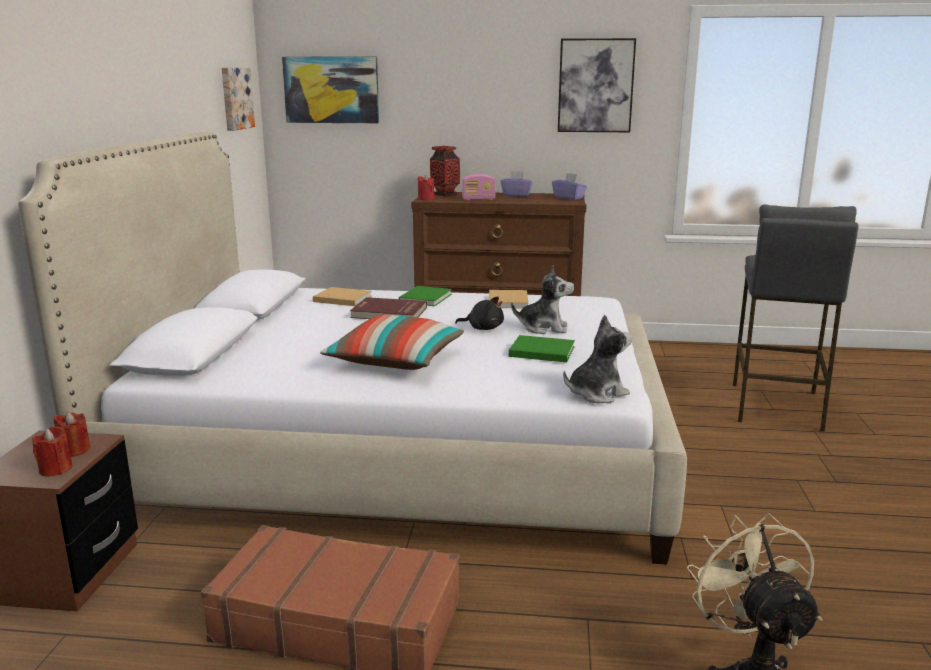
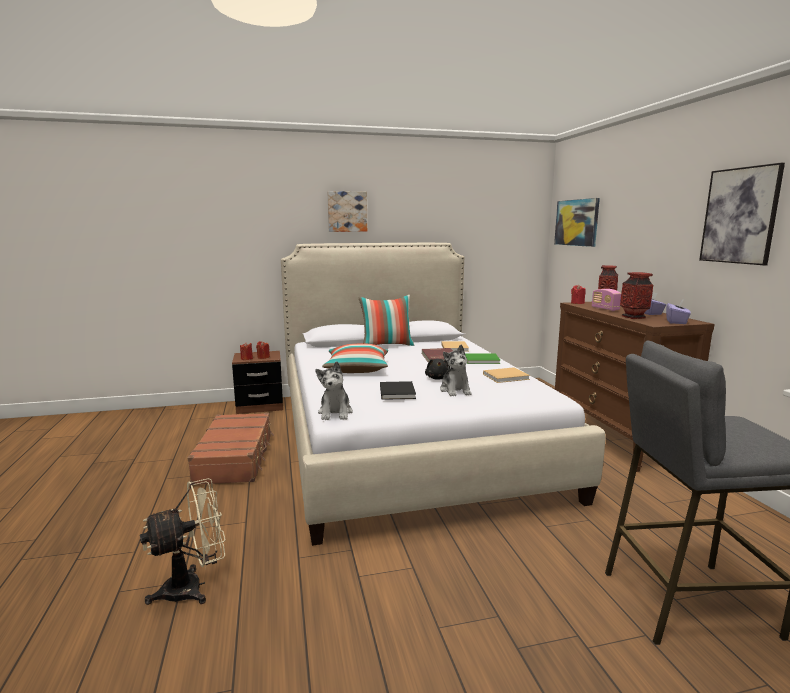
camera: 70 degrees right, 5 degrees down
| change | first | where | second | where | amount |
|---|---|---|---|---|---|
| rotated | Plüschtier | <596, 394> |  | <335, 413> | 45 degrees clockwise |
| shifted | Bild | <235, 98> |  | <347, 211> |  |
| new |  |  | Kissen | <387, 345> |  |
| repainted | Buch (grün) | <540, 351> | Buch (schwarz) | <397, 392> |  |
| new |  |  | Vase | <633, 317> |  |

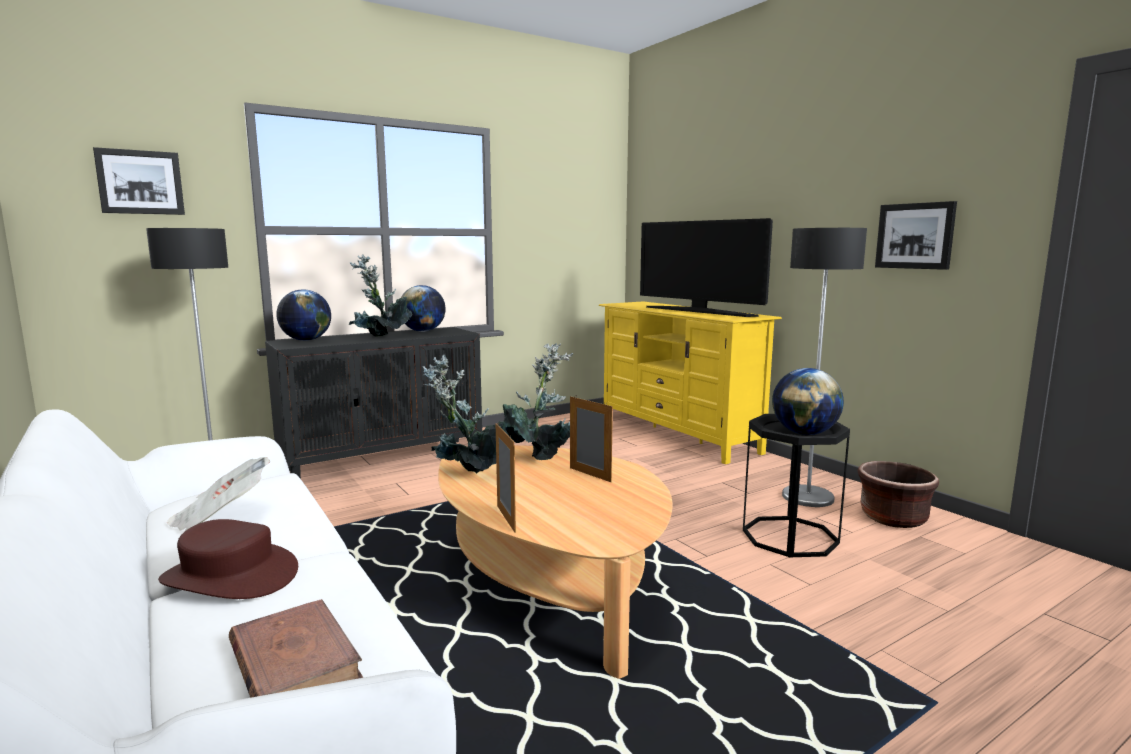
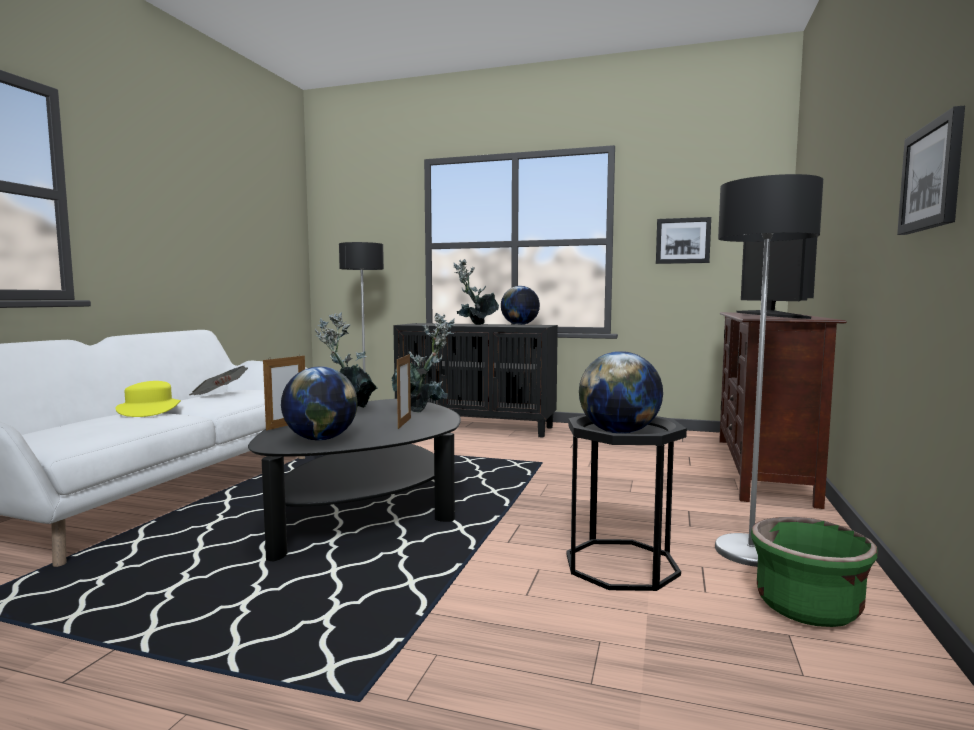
camera: 50 degrees right, 5 degrees down
| change | first | where | second | where | amount |
|---|---|---|---|---|---|
| repainted | Hut (braun) | <229, 576> | Hut (gelb) | <149, 410> |  |
| repainted | Couchtisch (beige) | <551, 587> | Couchtisch (schwarz) | <368, 511> |  |
| shifted | Globus | <306, 340> |  | <320, 439> |  |
| shifted | Bild | <140, 182> |  | <683, 241> |  |
| repainted | Fernsehschrank (gelb) | <678, 435> | Fernsehschrank (braun) | <763, 469> |  |
| repainted | Pflanzkübel (braun) | <893, 518> | Pflanzkübel (grün) | <808, 608> |  |
| gone | Buch (braun) | <294, 661> |  |  |  |

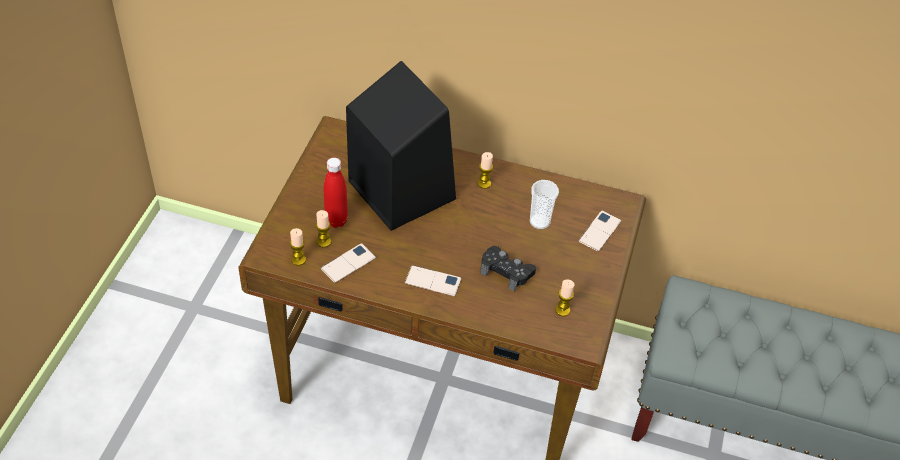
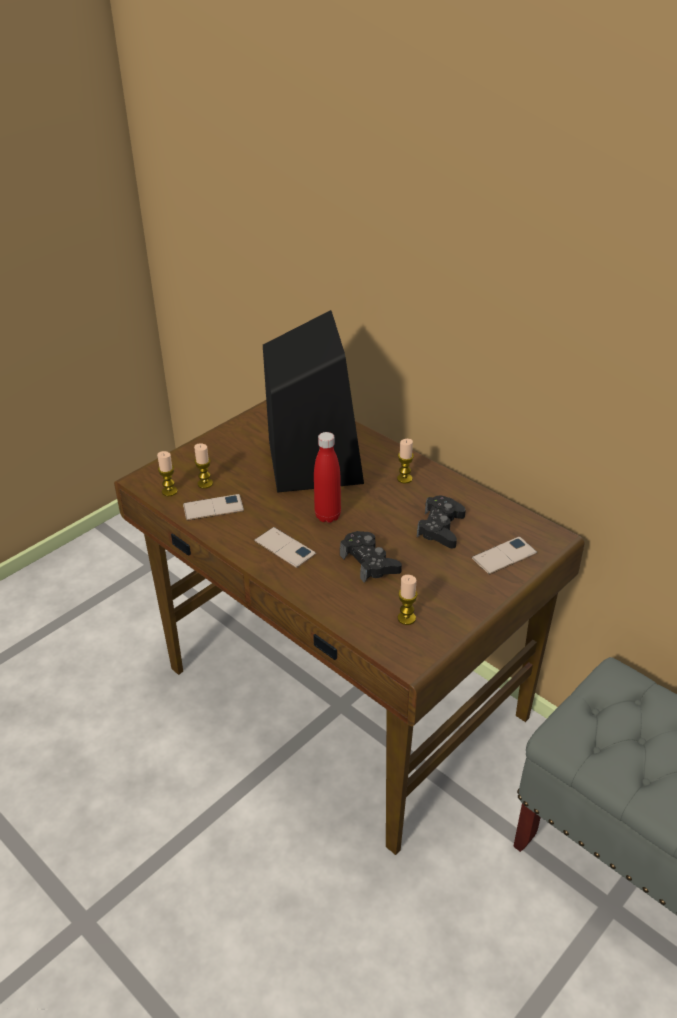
camera: 30 degrees right, 10 degrees down
| change | first | where | second | where | amount |
|---|---|---|---|---|---|
| shifted | Flasche (rot) | <336, 221> |  | <327, 516> |  |
| swapped | Tasse | <539, 222> | Gamepad (schwarz) | <440, 528> |  |

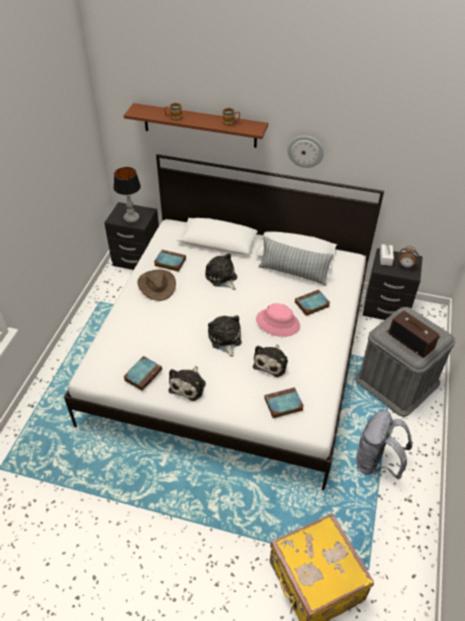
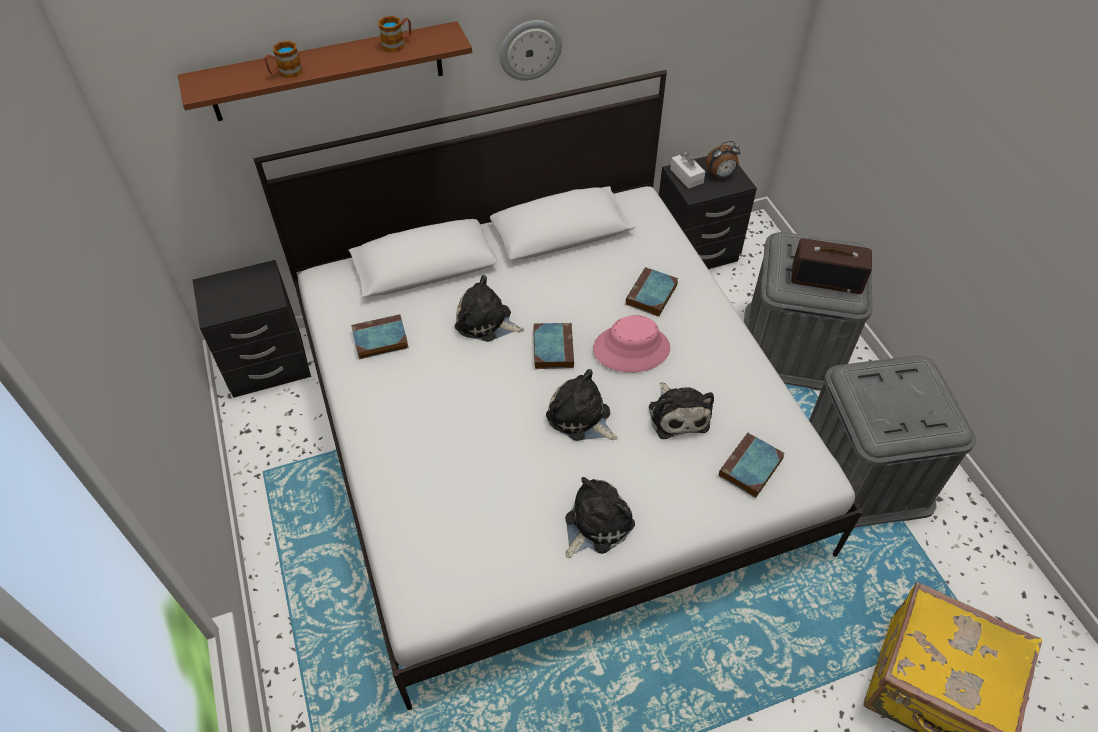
camera: 35 degrees left, 5 degrees up
| change | first | where | second | where | amount |
|---|---|---|---|---|---|
| shifted | Buch | <143, 374> |  | <552, 348> |  |
| rotated | Plüschtier | <189, 385> |  | <595, 524> | 120 degrees counterclockwise |
| swapped | Rucksack (grau) | <376, 462> | Aufbewahrungsbox (grau) | <862, 474> |  |
| gone | Tischlampe | <132, 218> |  |  |  |
| gone | Hut (braun) | <157, 285> |  |  |  |
| gone | Kissen | <293, 273> |  |  |  |

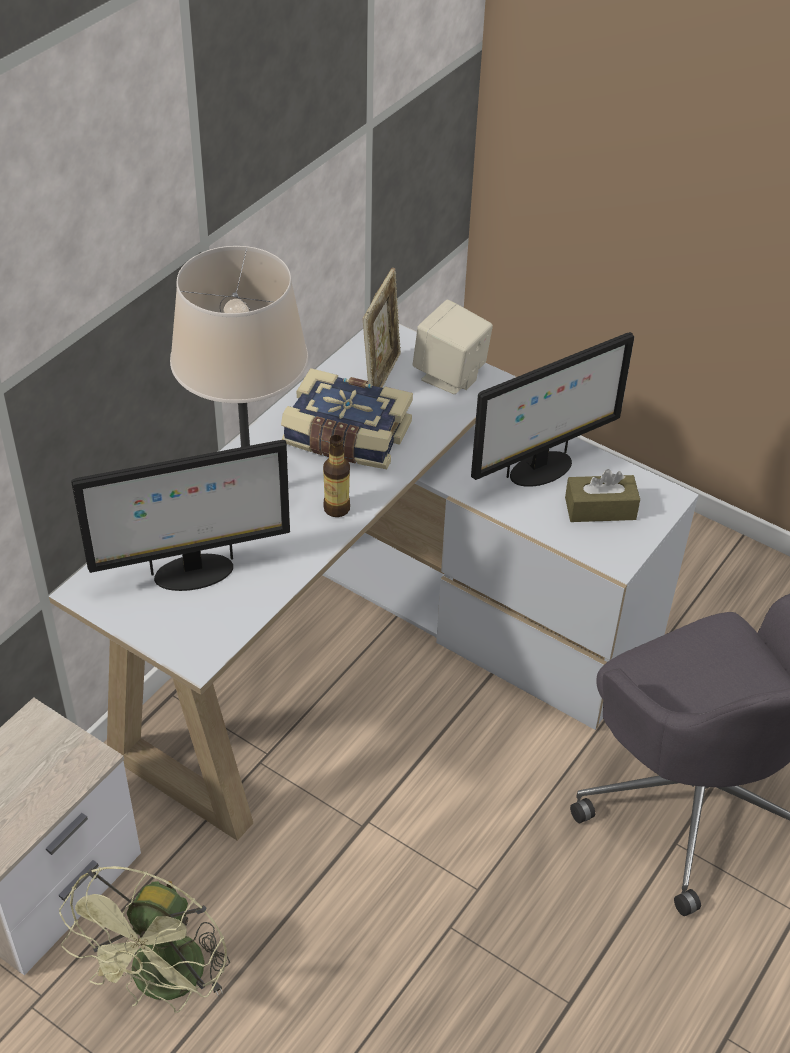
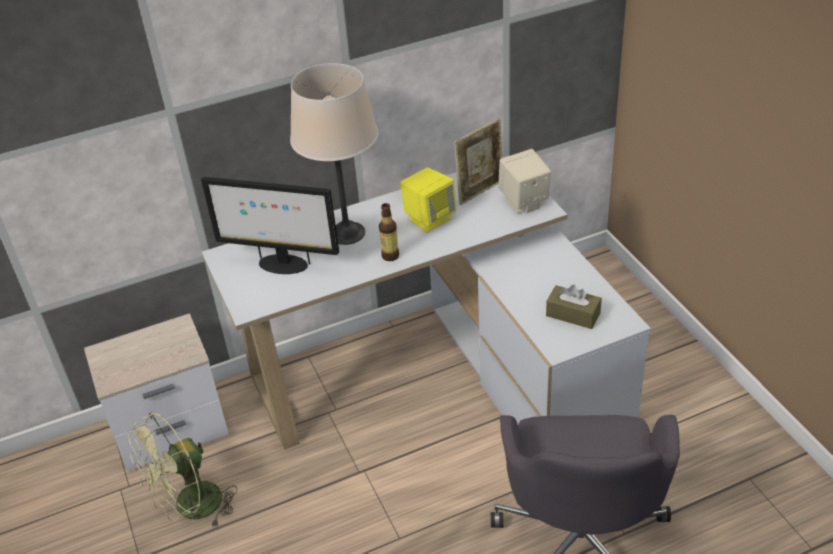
camera: 35 degrees right, 5 degrees down
| change | first | where | second | where | amount |
|---|---|---|---|---|---|
| swapped | Buch | <346, 438> | Lautsprecher (gelb) | <429, 218> |  |
| gone | Monitor | <540, 470> |  |  |  |

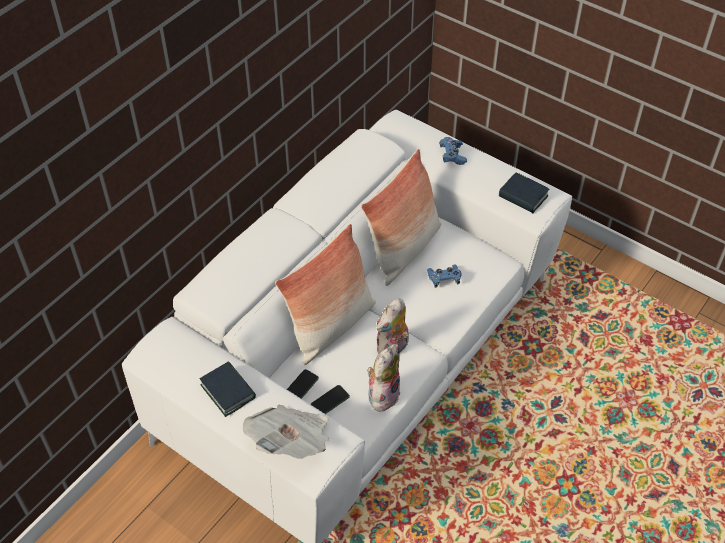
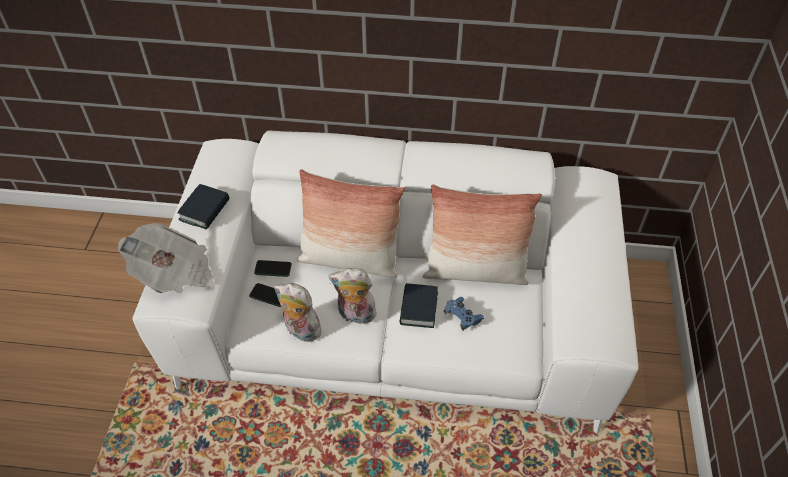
camera: 60 degrees right, 0 degrees up
| change | first | where | second | where | amount |
|---|---|---|---|---|---|
| rotated | Plüschtier | <382, 394> |  | <300, 331> | 150 degrees counterclockwise |
| shifted | Buch | <523, 196> |  | <418, 308> |  |
| gone | Gamepad (blau) | <452, 155> |  |  |  |

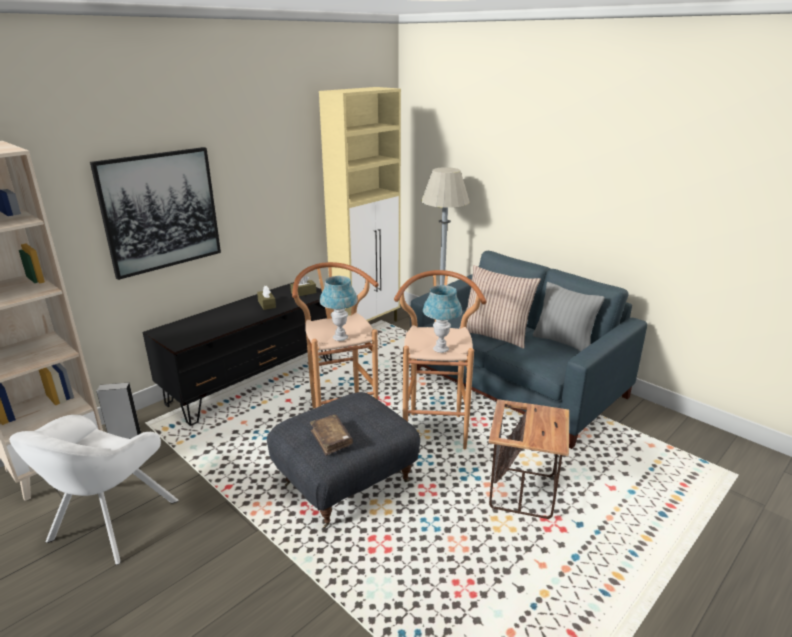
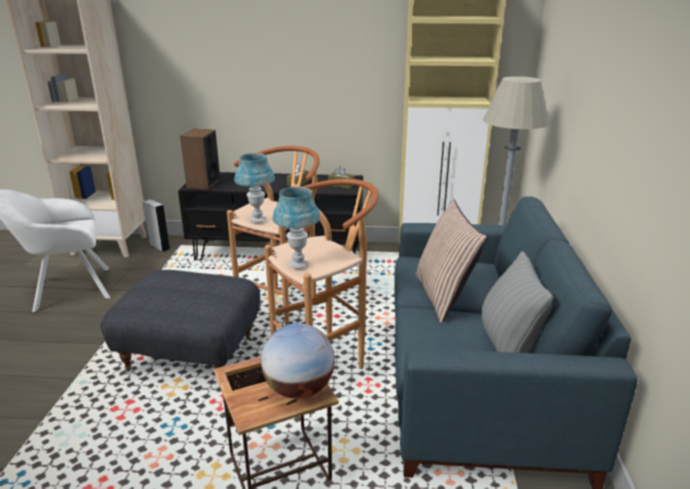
camera: 50 degrees right, 0 degrees up
| change | first | where | second | where | amount |
|---|---|---|---|---|---|
| new |  |  | Lautsprecher | <203, 183> |  |
| new |  |  | Globus | <299, 389> |  |
| gone | Bild | <160, 211> |  |  |  |
| gone | Buch (braun) | <331, 439> |  |  |  |

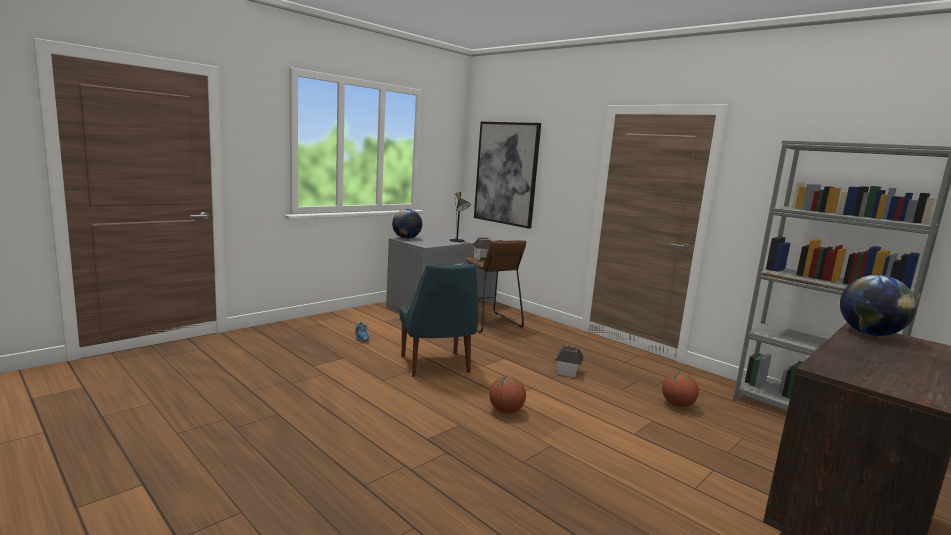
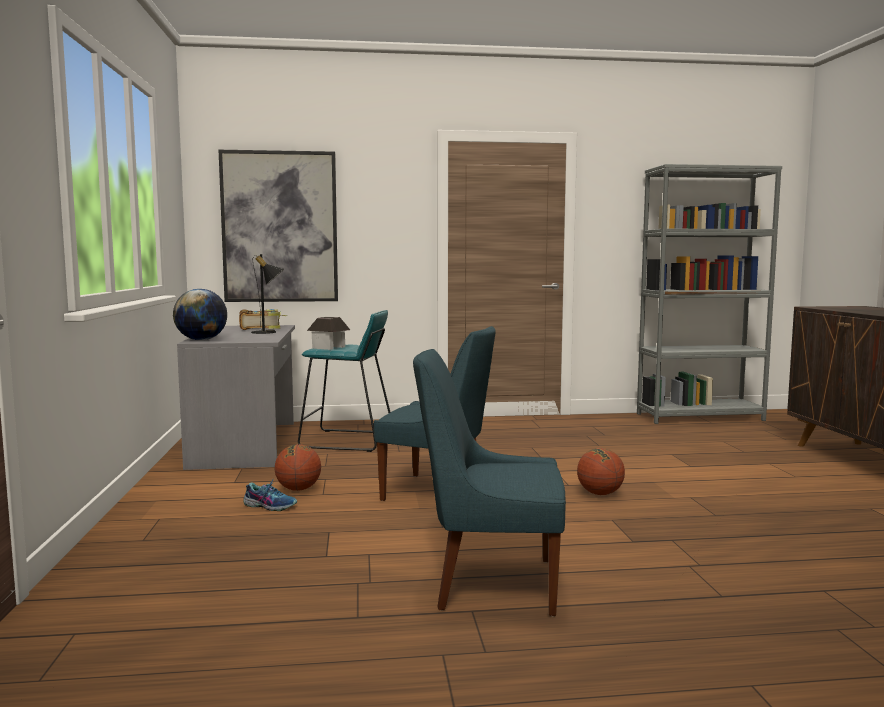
camera: 50 degrees left, 5 degrees down
| change | first | where | second | where | amount |
|---|---|---|---|---|---|
| new |  |  | Buch | <261, 327> |  |
| shifted | Basketball | <677, 405> |  | <298, 489> |  |
| repainted | Hocker (braun) | <488, 322> | Hocker (türkis) | <347, 441> |  |
| new |  |  | Stuhl (blau) | <490, 583> |  |
| gone | Spielzeughaus | <567, 371> |  |  |  |
| gone | Globus | <869, 334> |  |  |  |

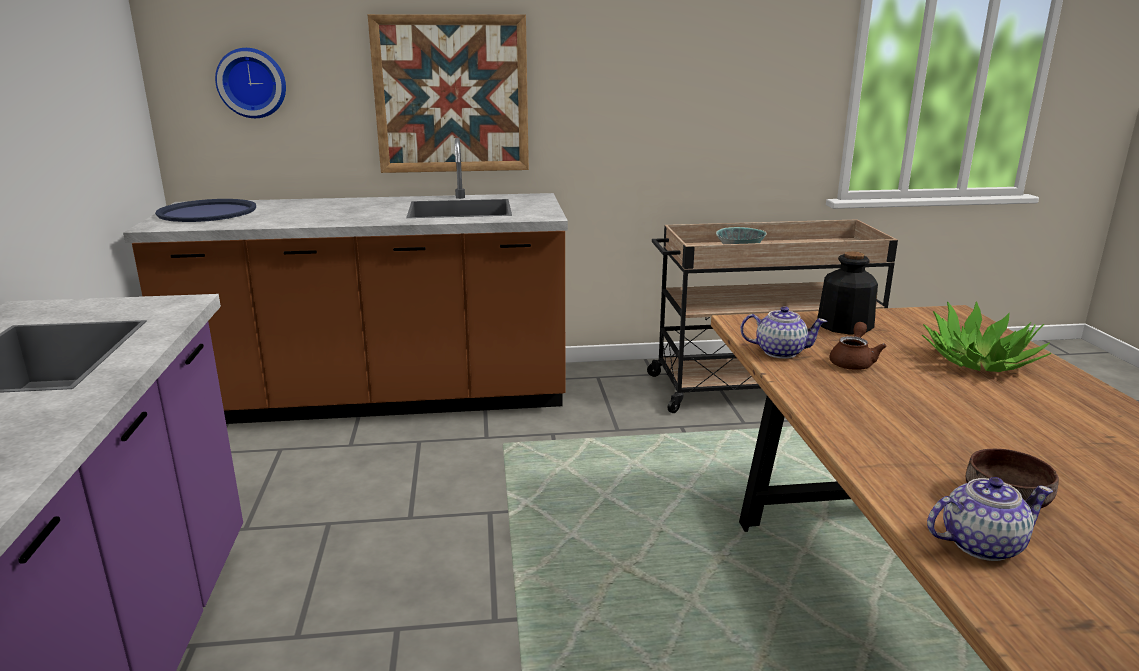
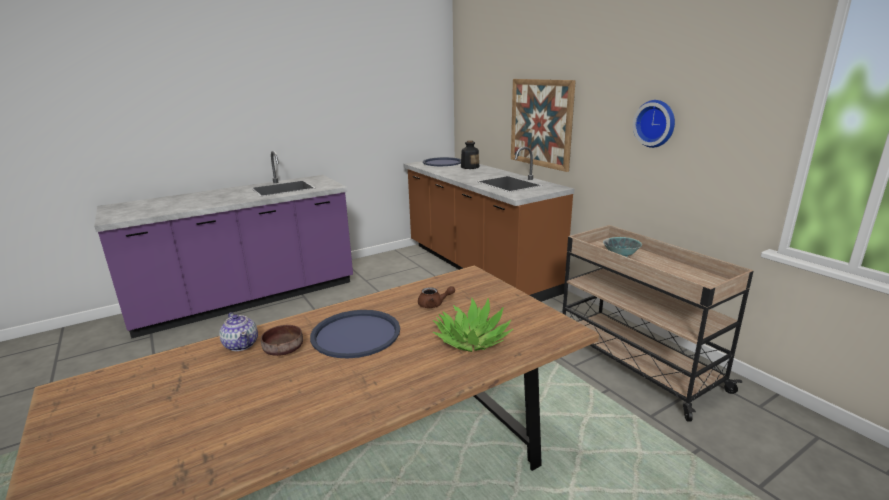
camera: 65 degrees right, 0 degrees up
| change | first | where | second | where | amount |
|---|---|---|---|---|---|
| new |  |  | Tablett (blau) | <356, 334> |  |
| shifted | Flasche | <844, 325> |  | <470, 167> |  |
| shifted | Wanduhr | <252, 83> |  | <656, 123> |  |
| gone | Teekanne | <779, 352> |  |  |  |

